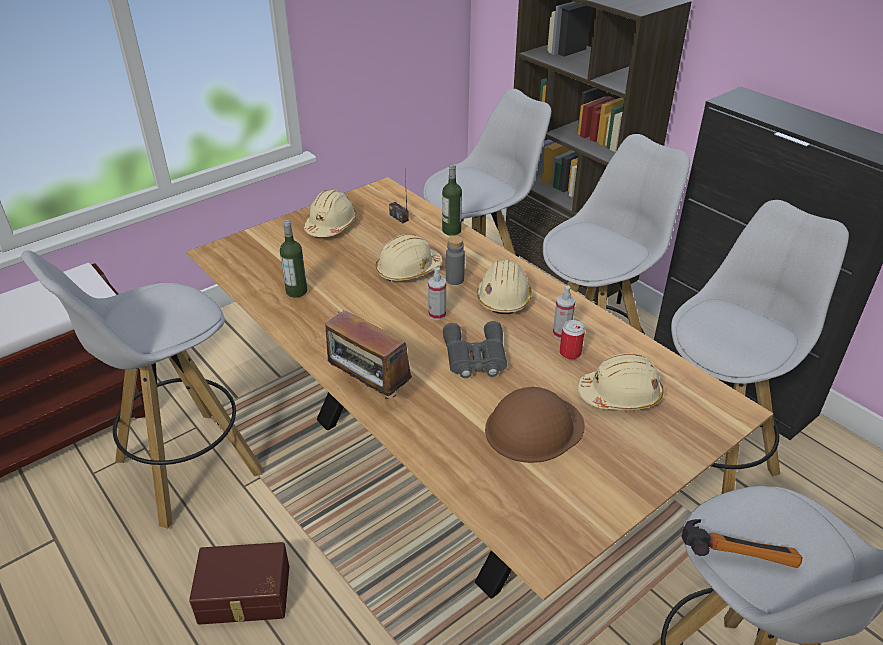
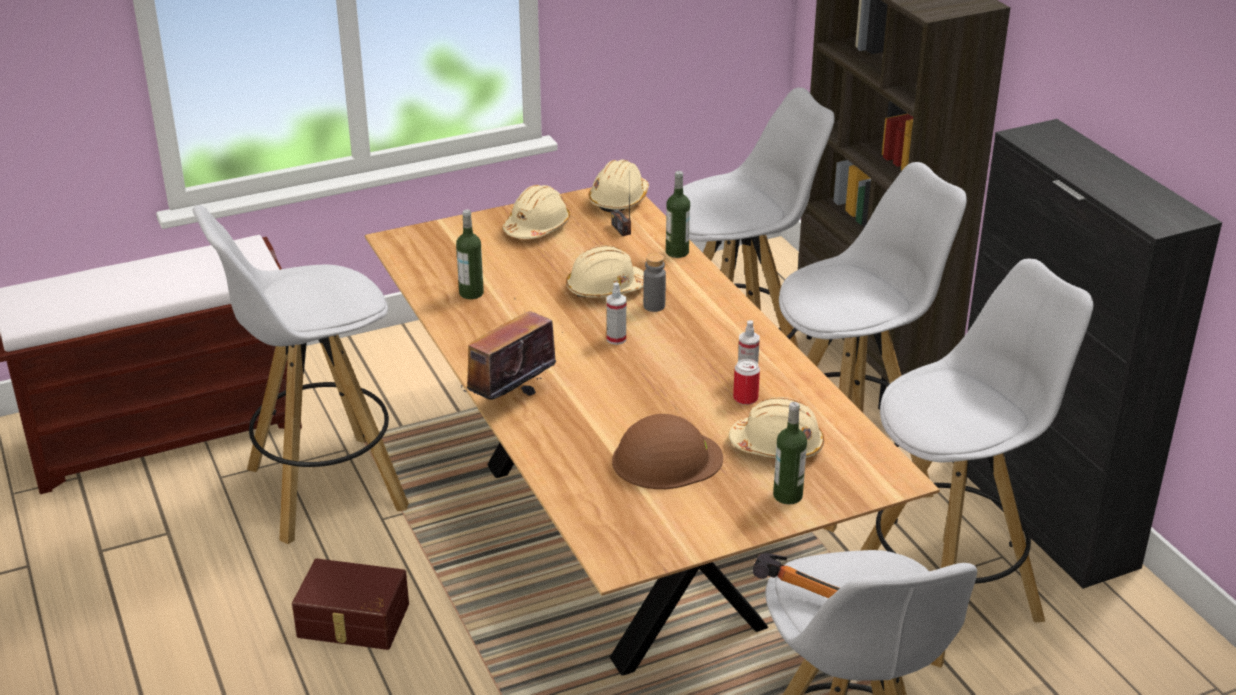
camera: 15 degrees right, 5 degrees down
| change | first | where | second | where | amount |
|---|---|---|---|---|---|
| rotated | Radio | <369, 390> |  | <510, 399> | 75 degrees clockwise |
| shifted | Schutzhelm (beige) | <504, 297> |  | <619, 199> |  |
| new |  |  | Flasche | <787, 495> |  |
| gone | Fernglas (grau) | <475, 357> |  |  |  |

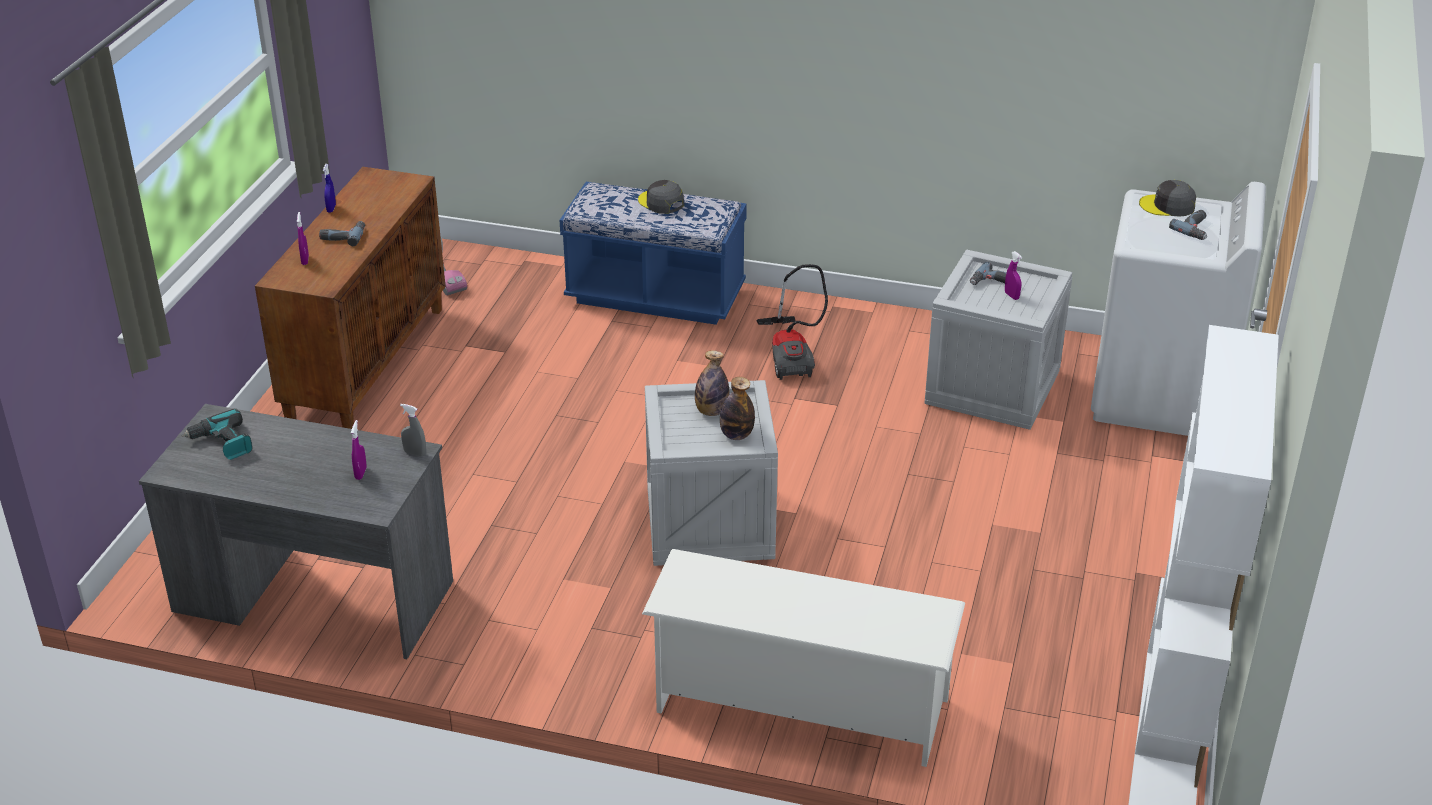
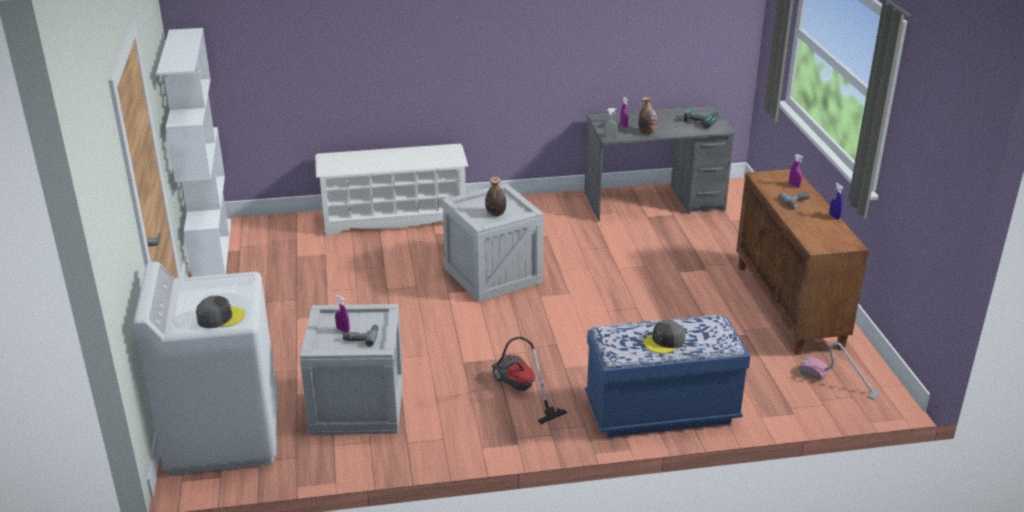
camera: 155 degrees right, 5 degrees down
| change | first | where | second | where | amount |
|---|---|---|---|---|---|
| shifted | Flasche | <736, 435> |  | <647, 133> |  |
| rotated | Kappe (grau) | <661, 202> |  | <665, 341> | 120 degrees clockwise |
| gone | Bohrmaschine | <1196, 229> |  |  |  |

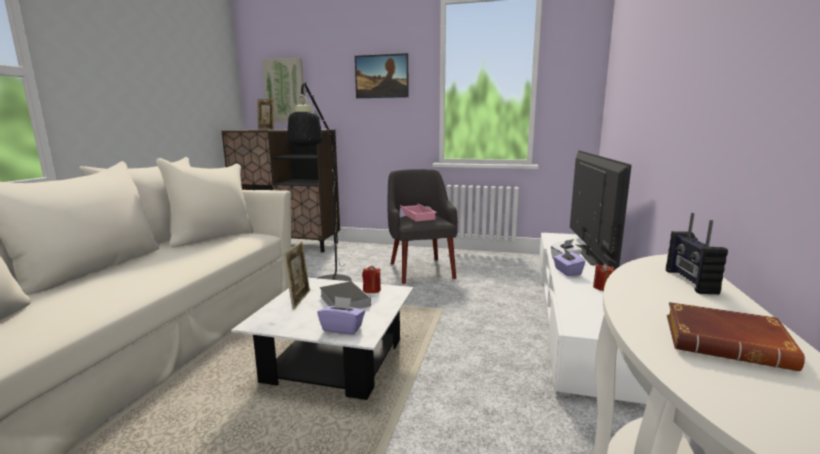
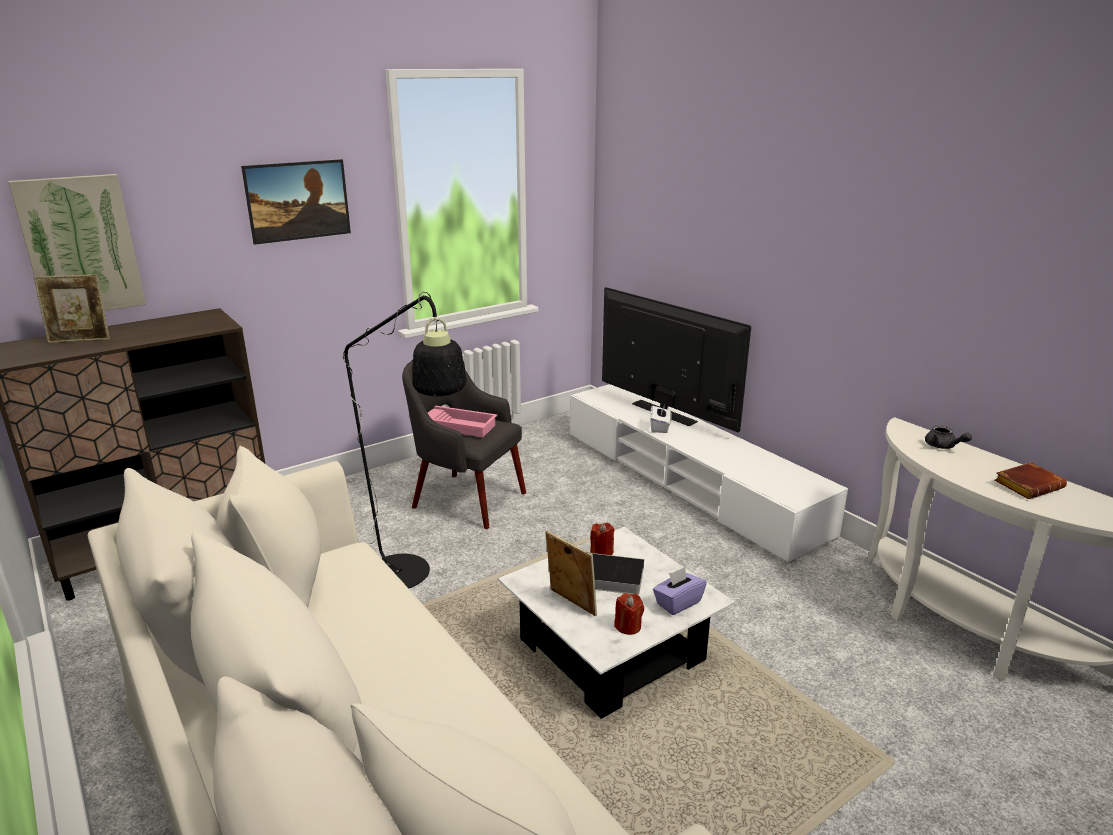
camera: 50 degrees left, 10 degrees up
| change | first | where | second | where | amount |
|---|---|---|---|---|---|
| shifted | Kerze (rot) | <602, 287> |  | <628, 626> |  |
| swapped | Radio | <689, 281> | Teekanne (grau) | <943, 446> |  |
| gone | Taschentuchbox (lila) | <567, 271> |  |  |  |

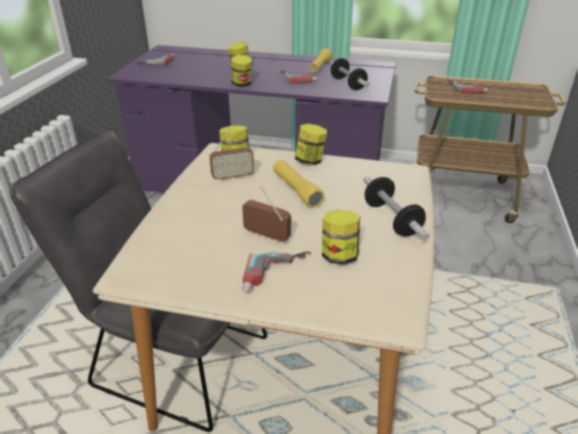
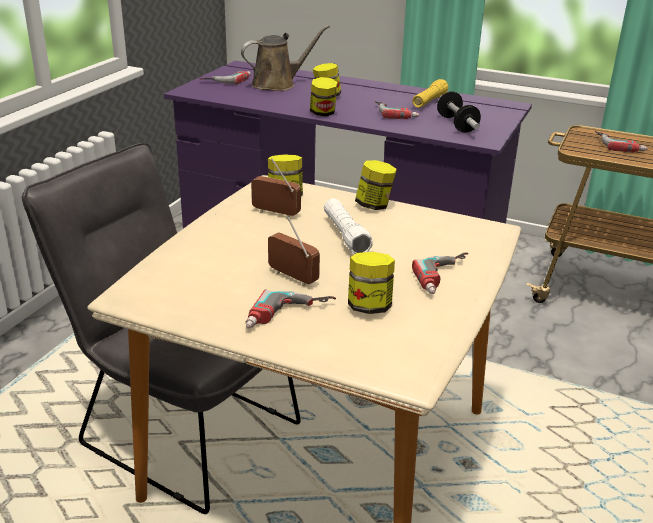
camera: 10 degrees right, 5 degrees down
| change | first | where | second | where | amount |
|---|---|---|---|---|---|
| new |  |  | Gießkanne (braun) | <277, 84> |  |
| rotated | Radio | <232, 177> |  | <275, 213> | 150 degrees counterclockwise |
| repainted | Taschenlampe (gelb) | <296, 190> | Taschenlampe (weiß) | <345, 235> |  |
| swapped | Hantel | <392, 220> | Bohrmaschine | <448, 278> |  |

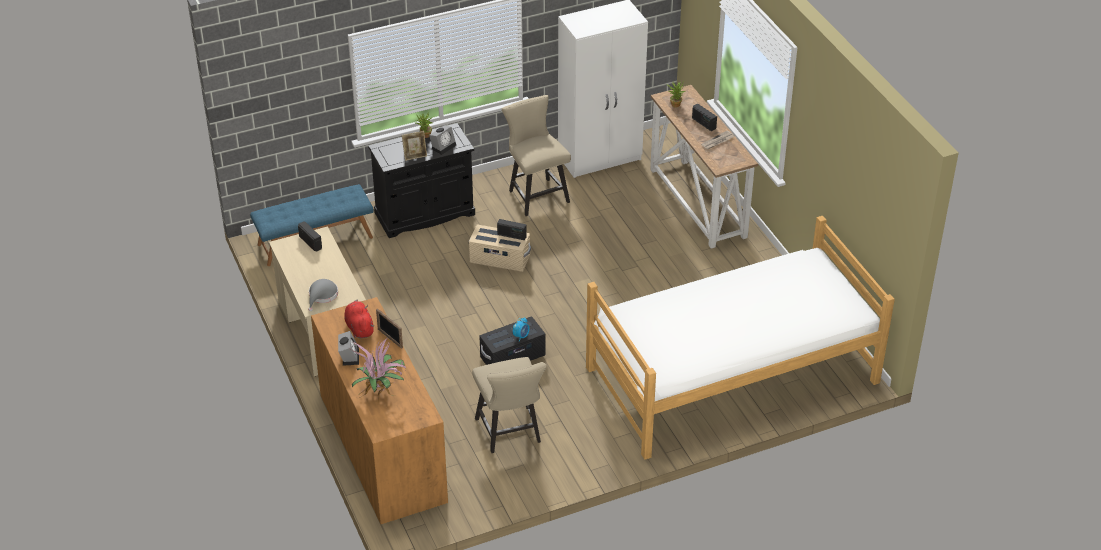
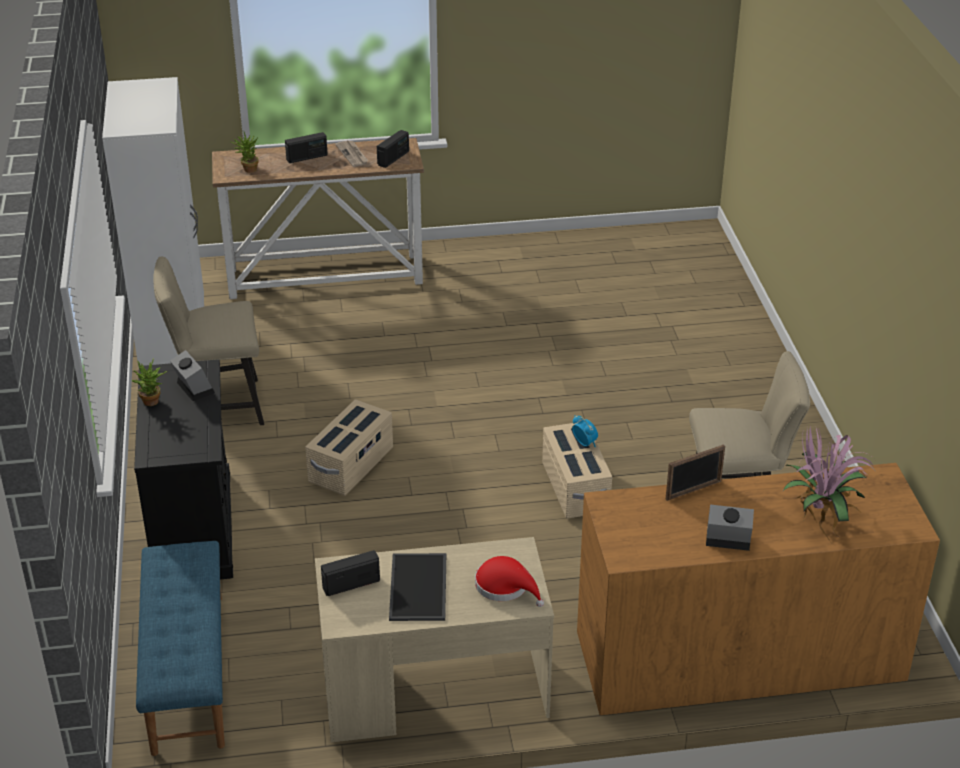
camera: 75 degrees left, 5 degrees down
| change | first | where | second | where | amount |
|---|---|---|---|---|---|
| shifted | Radio | <511, 235> |  | <393, 158> |  |
| new |  |  | Tablett | <420, 588> |  |
| repainted | Hut (grau) | <322, 296> | Hut (rot) | <505, 586> |  |
| repainted | Aufbewahrungsbox (schwarz) | <513, 357> | Aufbewahrungsbox (beige) | <575, 488> |  |
| gone | Plüschtier (rot) | <359, 328> |  |  |  |
| gone | Bilderrahmen | <415, 156> |  |  |  |
| gone | Bett | <733, 375> |  |  |  |

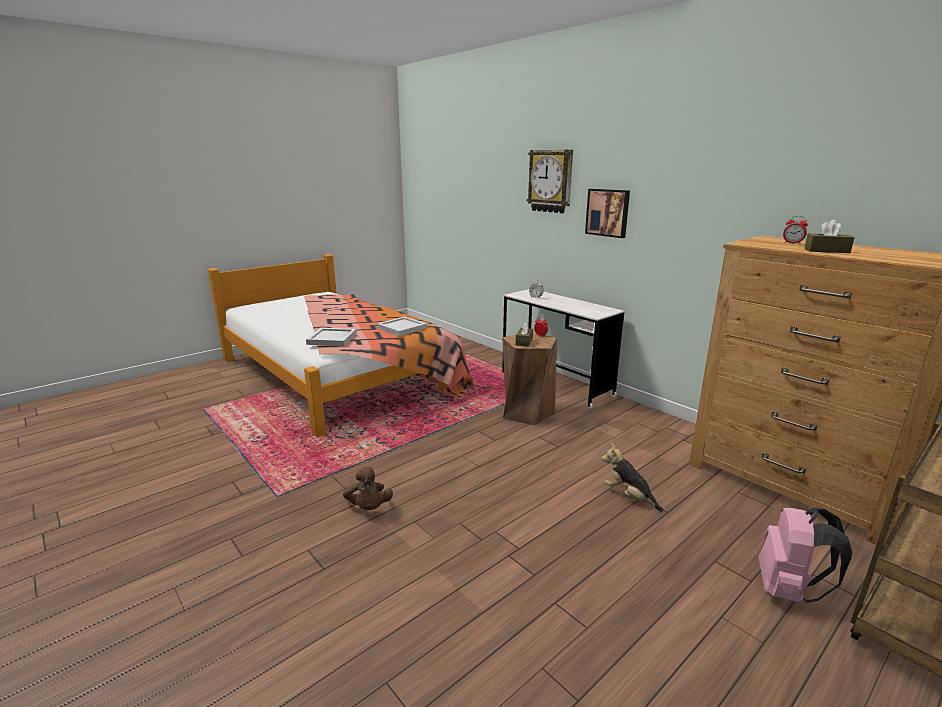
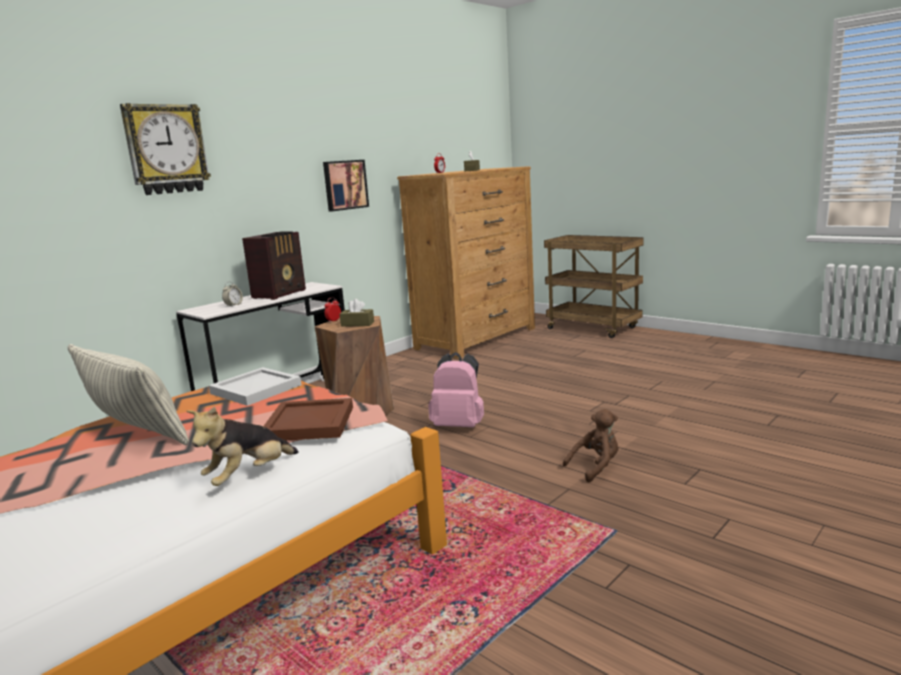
camera: 95 degrees left, 5 degrees down
| change | first | where | second | where | amount |
|---|---|---|---|---|---|
| new |  |  | Kissen | <136, 431> |  |
| shifted | Plüschtier | <629, 496> |  | <249, 476> |  |
| new |  |  | Radio | <280, 294> |  |
| repainted | Tablett (weiß) | <331, 339> | Tablett (braun) | <310, 424> |  |
| shifted | Bild | <608, 212> |  | <345, 185> |  |
| shifted | Rucksack (rosa) | <788, 590> |  | <459, 425> |  |

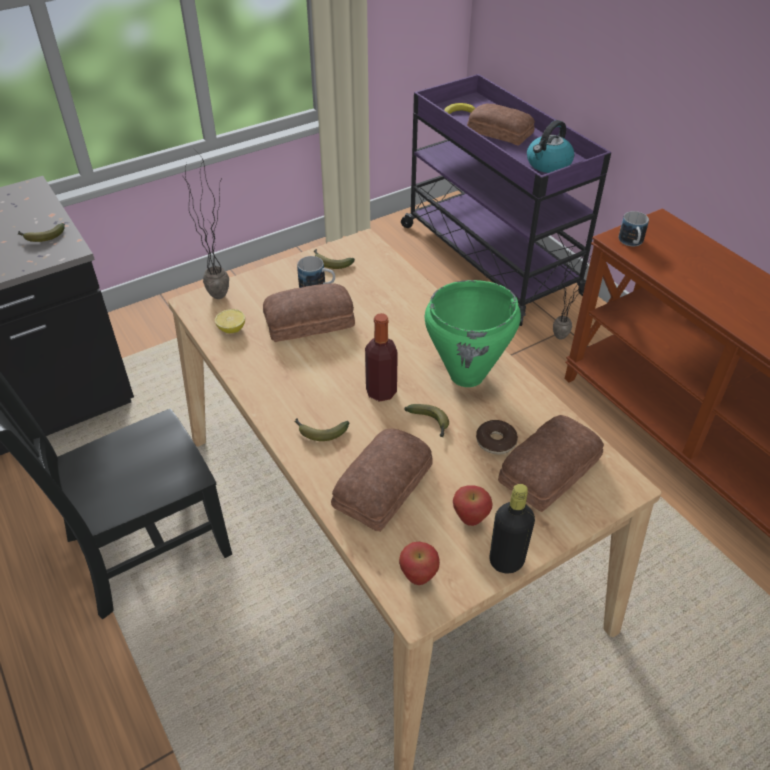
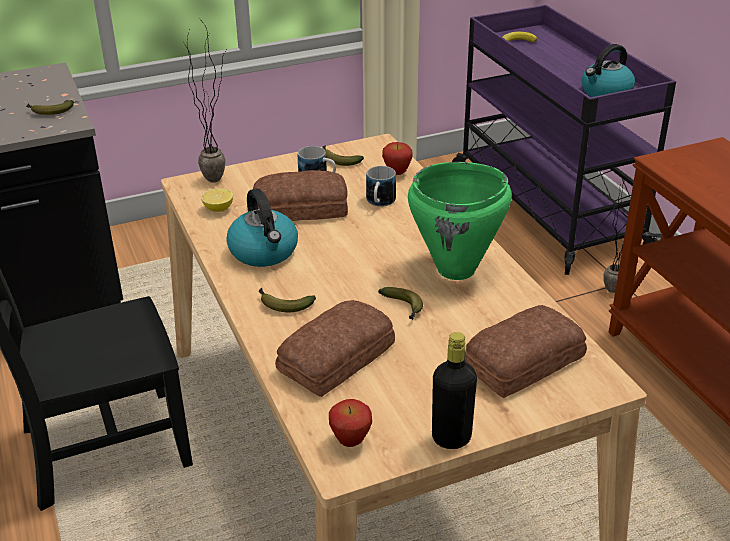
camera: 10 degrees right, 10 degrees down
| change | first | where | second | where | amount |
|---|---|---|---|---|---|
| new |  |  | Wasserkessel | <264, 252> |  |
| shifted | Henkelbecher | <631, 243> |  | <379, 203> |  |
| shifted | Apfel | <470, 519> |  | <397, 173> |  |
| gone | Flasche | <381, 392> |  |  |  |
| gone | Brot | <500, 131> |  |  |  |
| gone | Donut | <496, 441> |  |  |  |

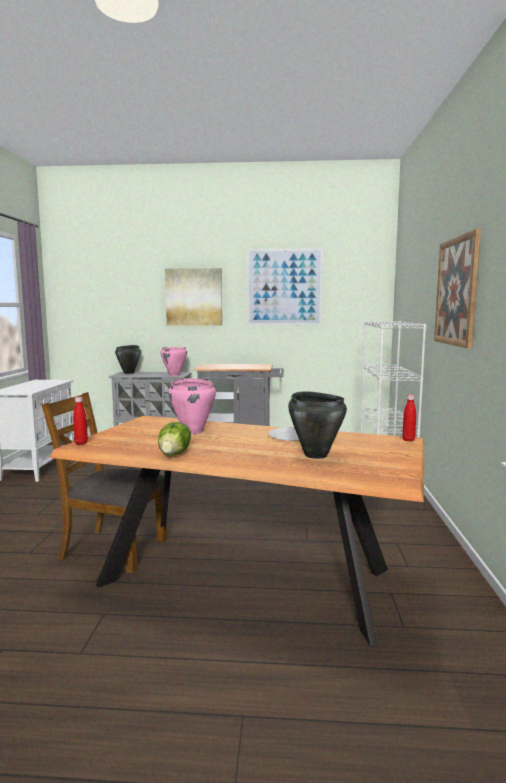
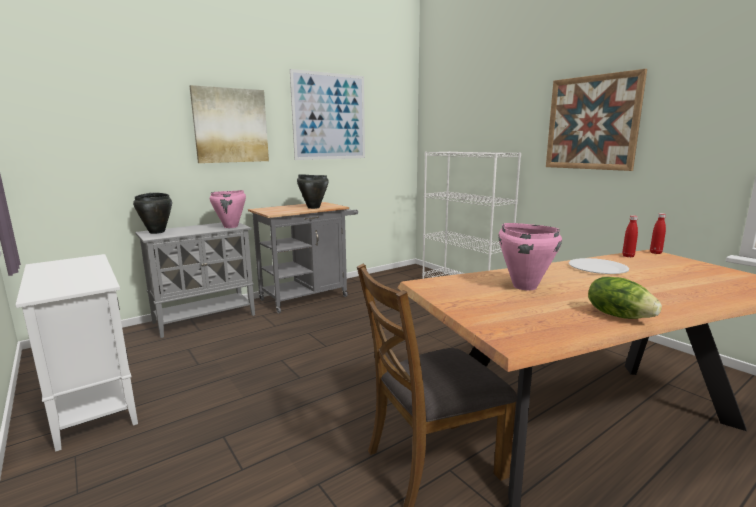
camera: 40 degrees left, 5 degrees up
| change | first | where | second | where | amount |
|---|---|---|---|---|---|
| shifted | Kochtopf (schwarz) | <316, 455> |  | <313, 207> |  |
| shifted | Flasche (rot) | <81, 443> |  | <628, 256> |  |

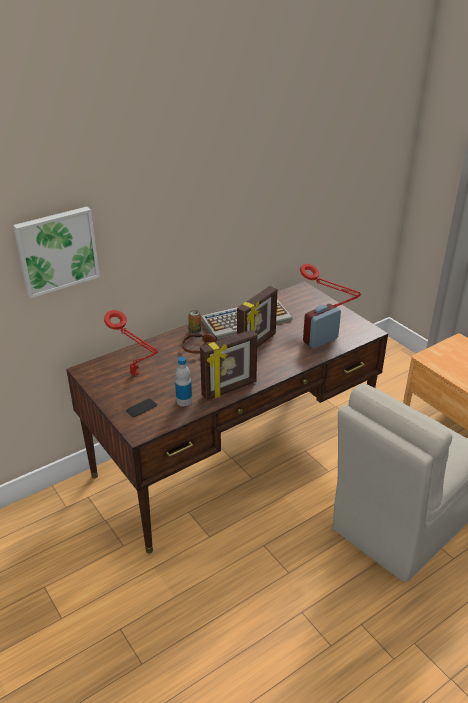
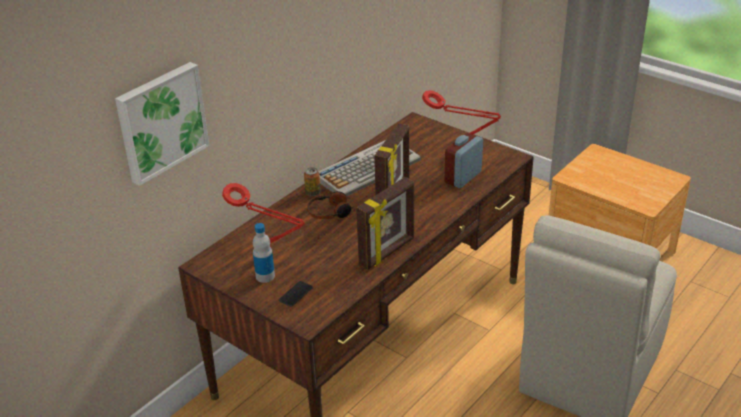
camera: 15 degrees left, 0 degrees up
| change | first | where | second | where | amount |
|---|---|---|---|---|---|
| shifted | Flasche | <184, 401> |  | <265, 276> |  |

